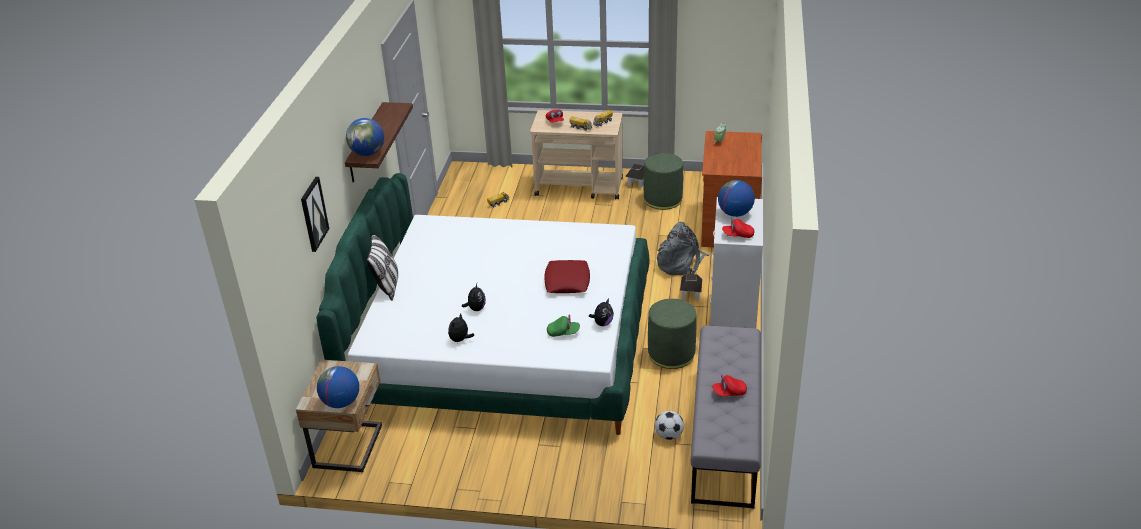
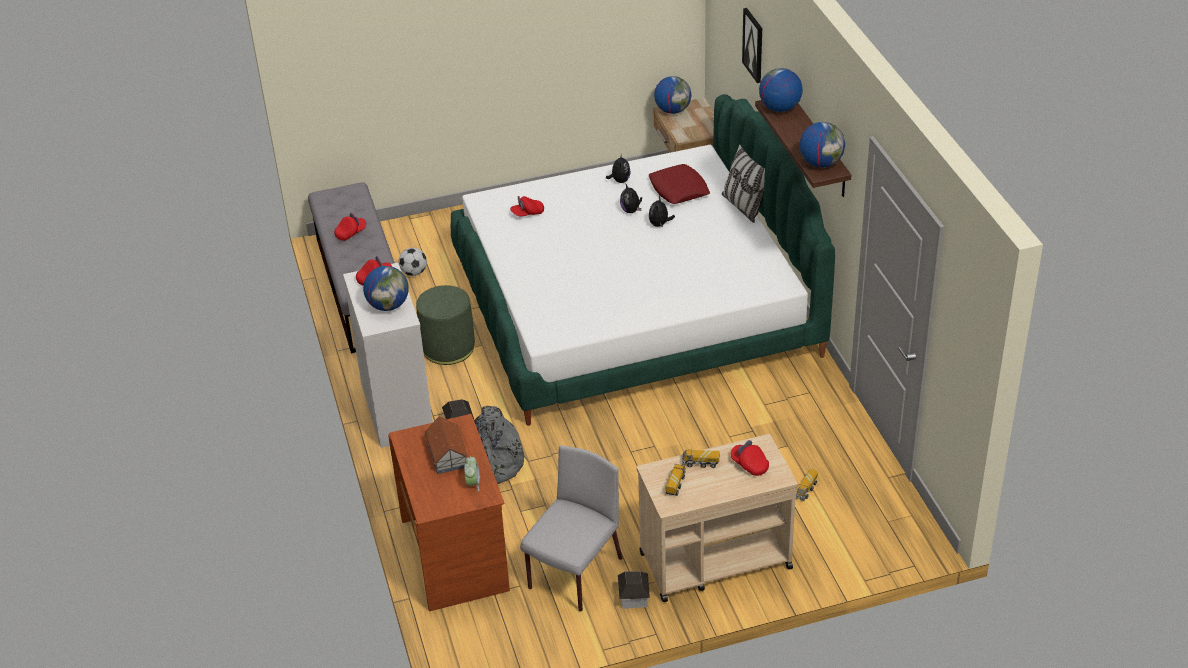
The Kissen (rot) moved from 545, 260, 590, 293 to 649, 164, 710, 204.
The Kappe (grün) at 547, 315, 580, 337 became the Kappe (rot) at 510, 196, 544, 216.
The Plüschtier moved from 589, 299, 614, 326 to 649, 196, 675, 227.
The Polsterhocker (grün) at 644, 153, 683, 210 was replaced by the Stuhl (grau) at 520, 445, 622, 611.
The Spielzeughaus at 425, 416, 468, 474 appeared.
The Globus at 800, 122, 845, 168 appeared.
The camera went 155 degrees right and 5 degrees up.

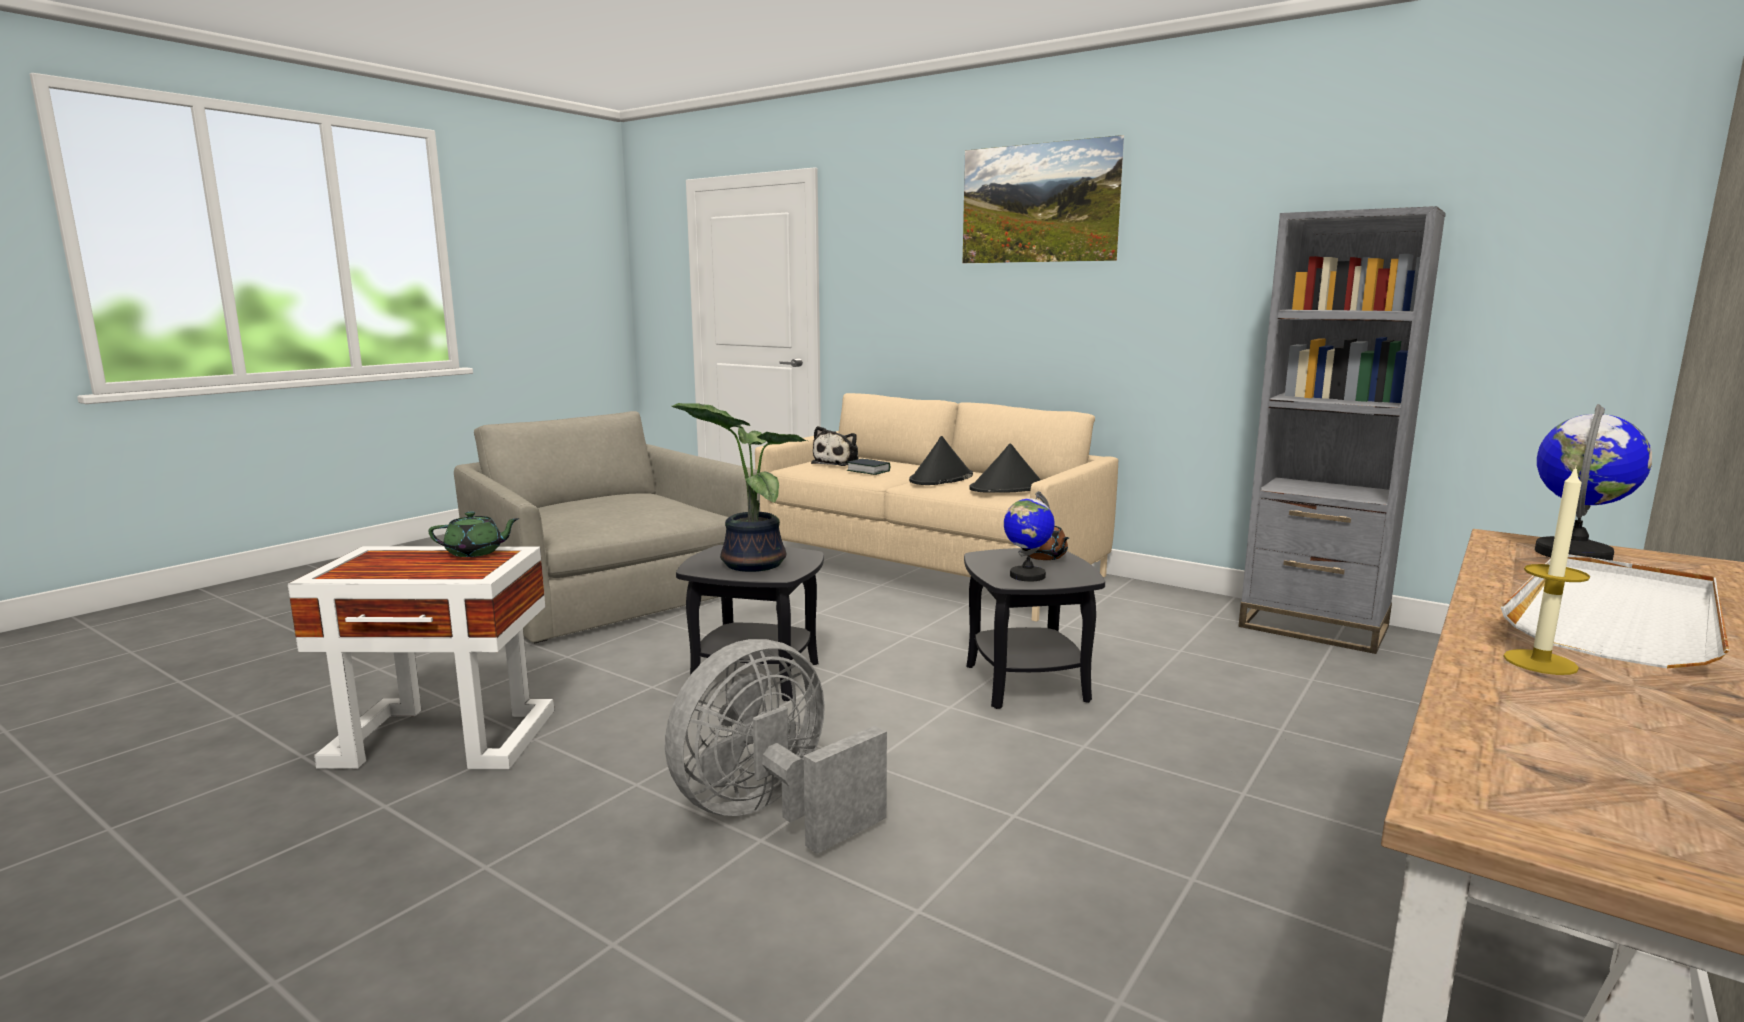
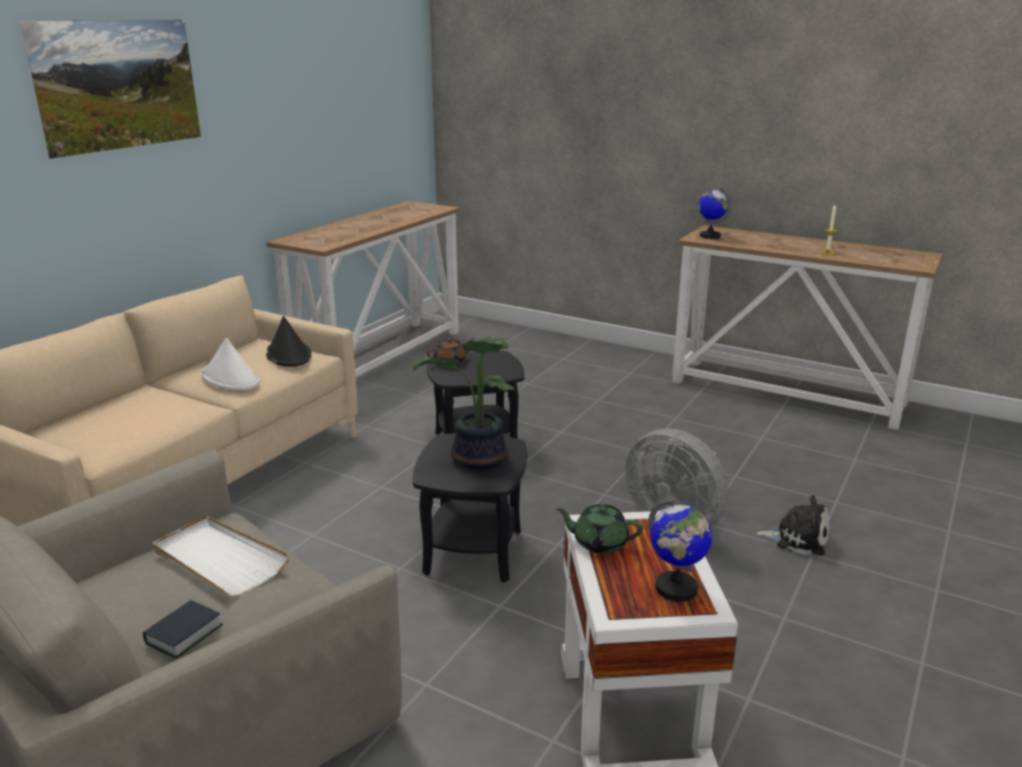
The Teekanne (grün) at 428, 511, 519, 557 turned 60 degrees counterclockwise.
The Plüschtier moved from 811, 426, 858, 466 to 756, 495, 830, 556.
The Buch moved from 847, 459, 890, 475 to 143, 600, 223, 658.
The Hut (schwarz) at 909, 436, 973, 485 became the Hut (weiß) at 202, 338, 260, 390.
The Globus moved from 1004, 491, 1055, 582 to 648, 497, 712, 602.
The Bücherregal (grau) at 1239, 206, 1446, 654 was replaced by the Konsolentisch at 266, 201, 460, 377.
The Tablett (weiß) moved from 1501, 554, 1729, 668 to 152, 516, 290, 596.
The camera went 95 degrees left and 10 degrees up.

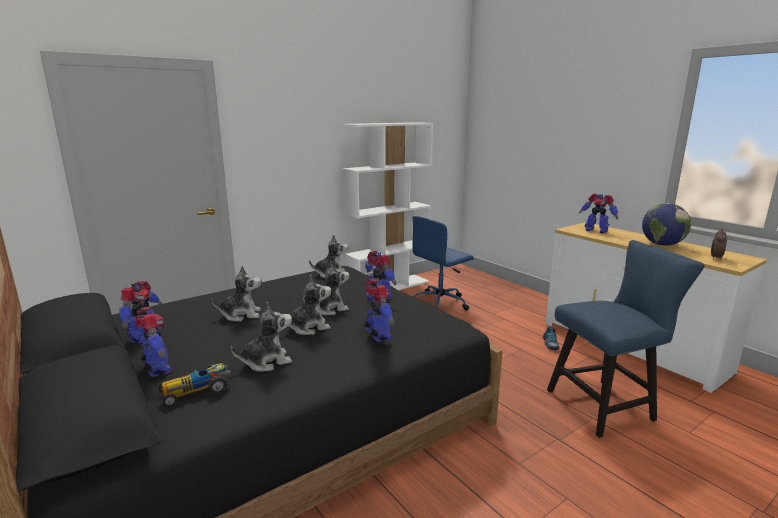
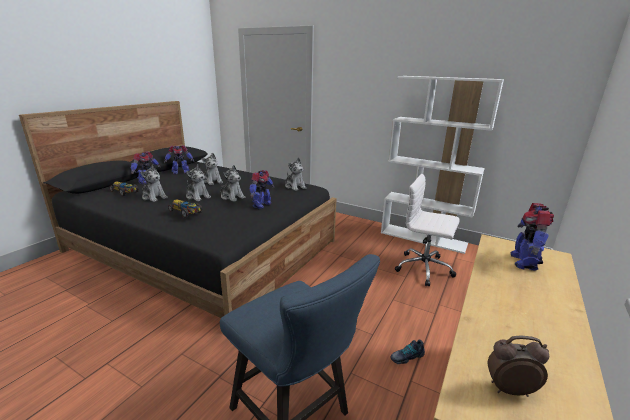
The Spielzeugroboter at 364, 279, 394, 342 was replaced by the Spielzeugauto at 168, 200, 202, 218.
The Bürostuhl (blau) at 412, 216, 474, 311 became the Bürostuhl (weiß) at 395, 174, 460, 286.
The Globus at 642, 203, 691, 246 disappeared.
The camera went 65 degrees right and 5 degrees up.

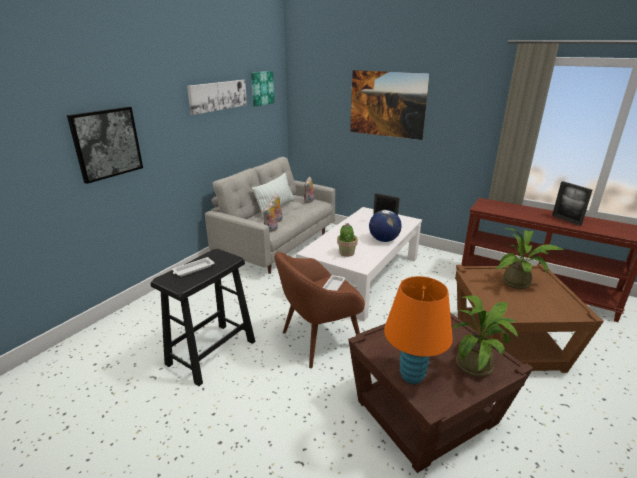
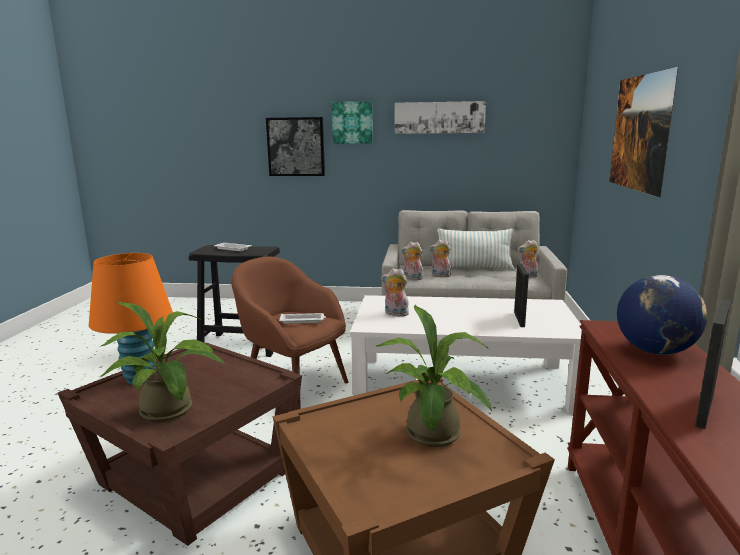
The Bild moved from 251, 71, 274, 107 to 332, 101, 373, 144.
The Topfpflanze at 337, 223, 358, 257 was replaced by the Plüschtier at 381, 268, 409, 316.
The Globus moved from 369, 210, 401, 242 to 617, 275, 707, 355.
The camera went 65 degrees right and 10 degrees down.

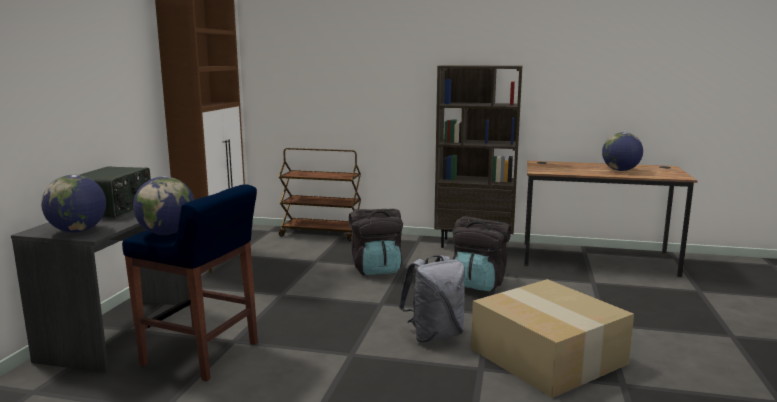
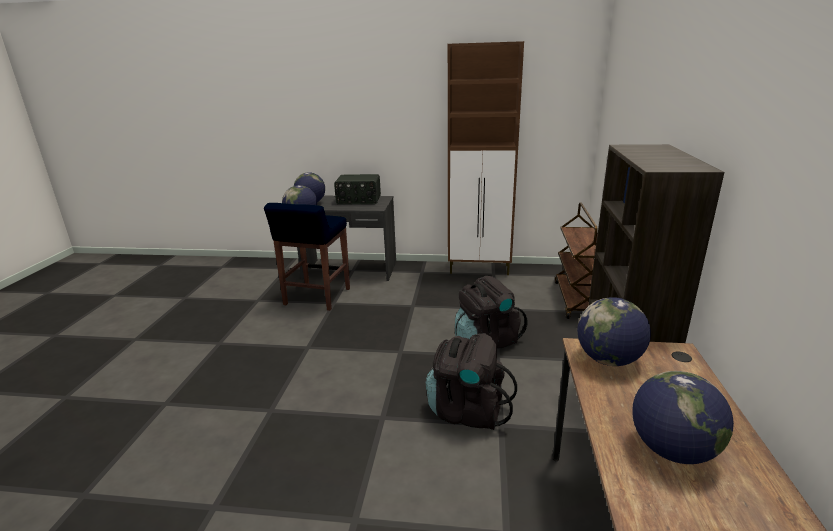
The Rucksack (grau) at 399, 255, 465, 343 disappeared.
The Karton at 471, 279, 634, 398 disappeared.
The Globus at 577, 297, 651, 366 appeared.
The camera went 85 degrees right and 10 degrees up.

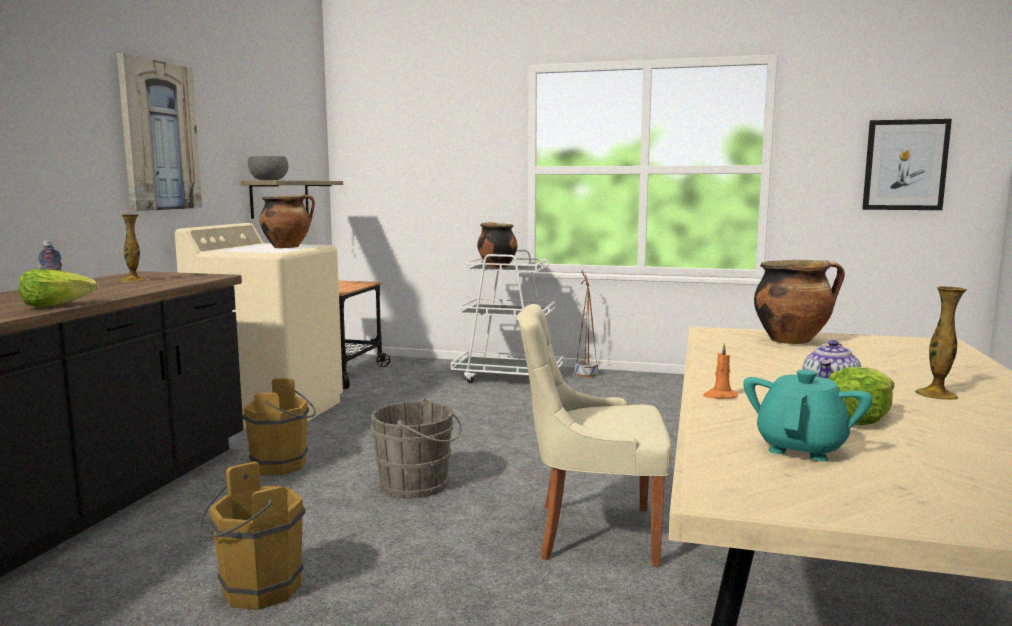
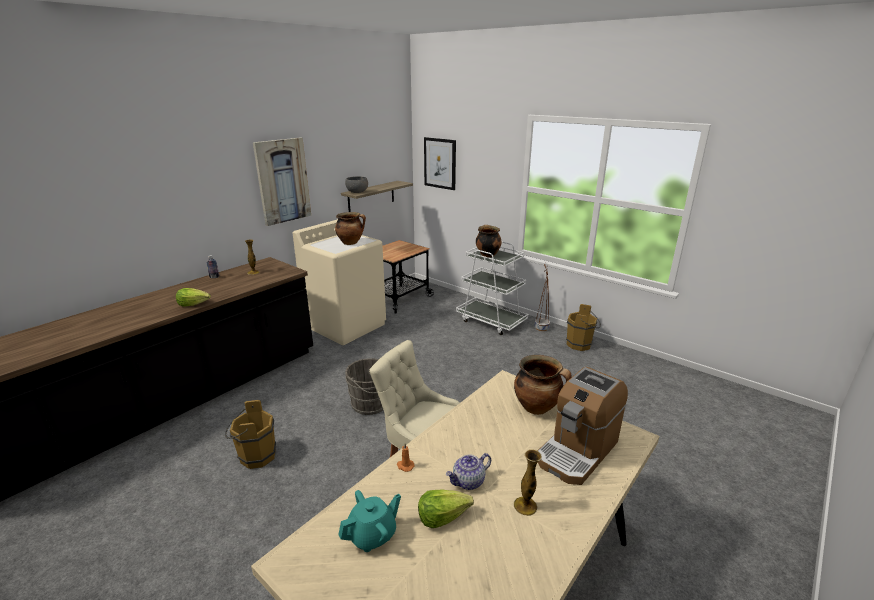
The Eimer (braun) moved from 243, 378, 316, 475 to 566, 304, 601, 351.
The Bild moved from 862, 119, 952, 210 to 424, 137, 456, 190.
The Kaffeemaschine at 538, 367, 628, 485 appeared.
The camera went 25 degrees right and 15 degrees up.

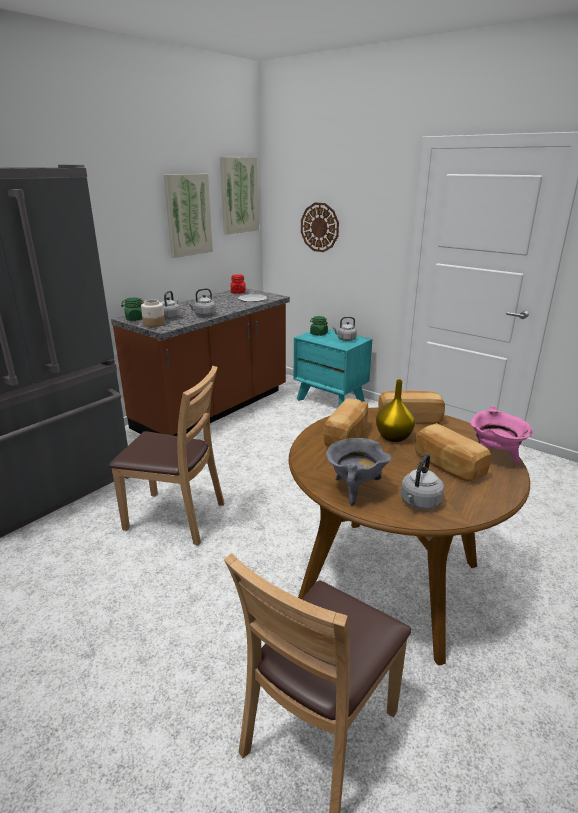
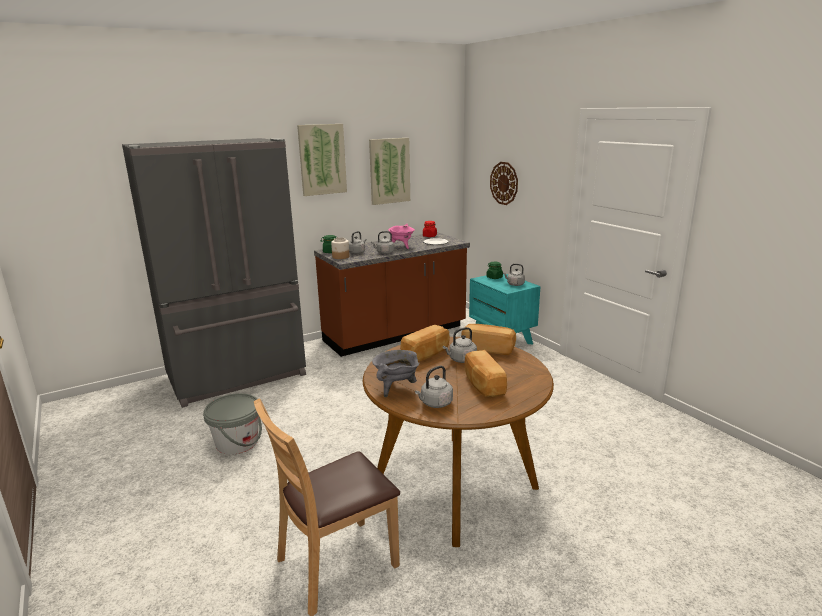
The Stuhl (braun) at 109, 366, 224, 546 disappeared.
The Bild moved from 220, 157, 259, 235 to 297, 124, 347, 196.
The Vase (gelb) at 376, 379, 415, 442 was replaced by the Wasserkessel (grau) at 443, 327, 477, 363.
The Kochtopf (rosa) moved from 471, 405, 533, 464 to 388, 224, 415, 249.
The Eimer (grau) at 203, 393, 262, 455 appeared.
The camera went 20 degrees right and 5 degrees down.

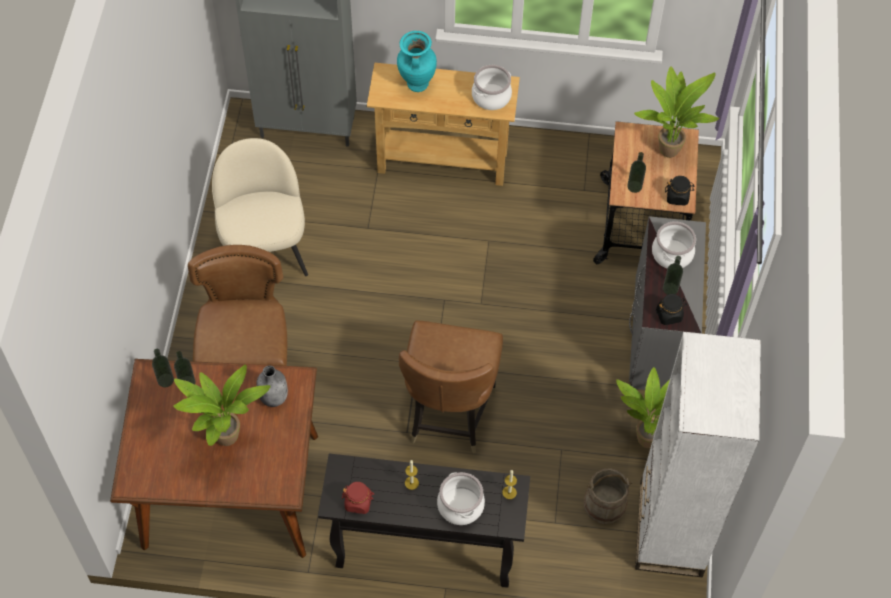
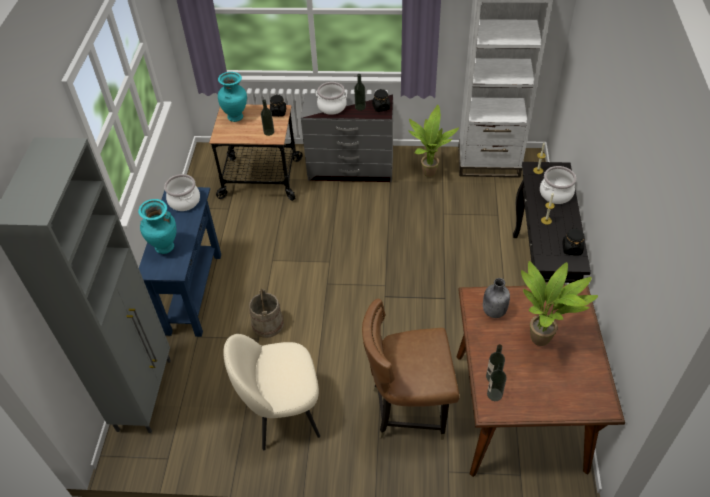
The Vorratsglas (rot) at 342, 482, 374, 514 became the Vorratsglas (schwarz) at 562, 228, 585, 255.
The Konsolentisch (beige) at 367, 63, 520, 186 became the Konsolentisch (blau) at 139, 187, 221, 337.
The Stuhl (braun) at 399, 321, 503, 453 disappeared.
The Eimer (beige) moved from 584, 468, 633, 524 to 249, 289, 284, 338.
The Topfpflanze at 634, 66, 720, 158 was replaced by the Vase (türkis) at 218, 72, 247, 122.
The camera went 90 degrees left and 10 degrees down.

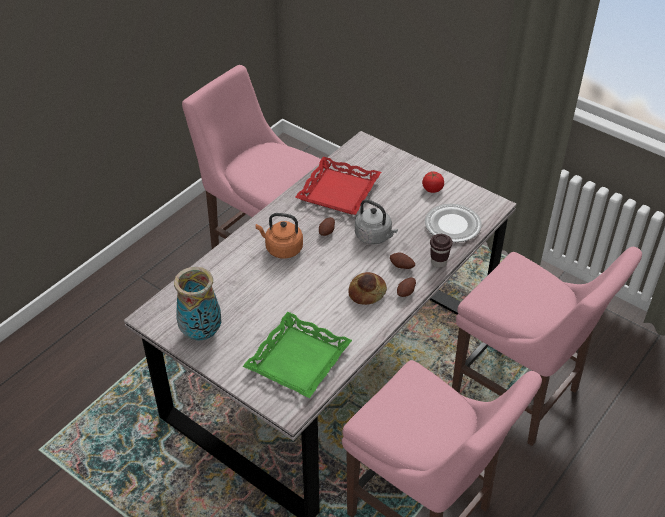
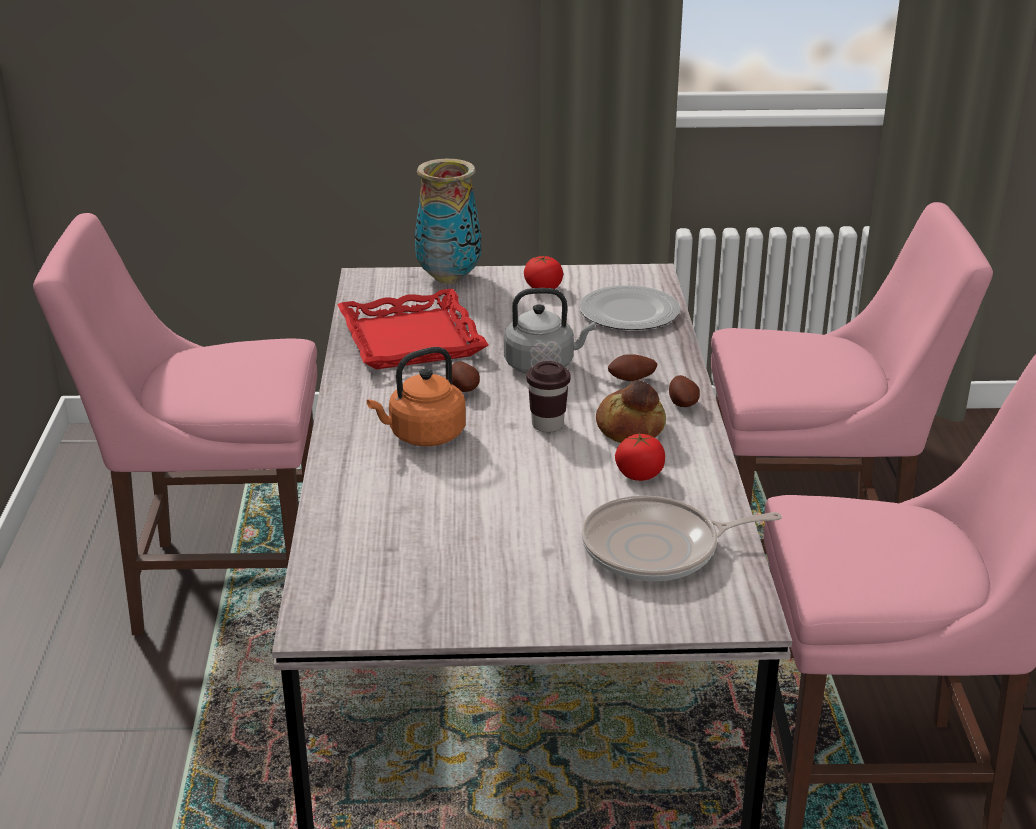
The Vase moved from 174, 267, 221, 341 to 415, 159, 481, 284.
The Tablett (grün) at 243, 312, 352, 398 was replaced by the Pfanne at 581, 495, 782, 581.
The Tasse (braun) moved from 430, 234, 453, 268 to 526, 361, 571, 432.
The Tomate at 615, 433, 665, 481 appeared.
The camera went 40 degrees left and 15 degrees down.

